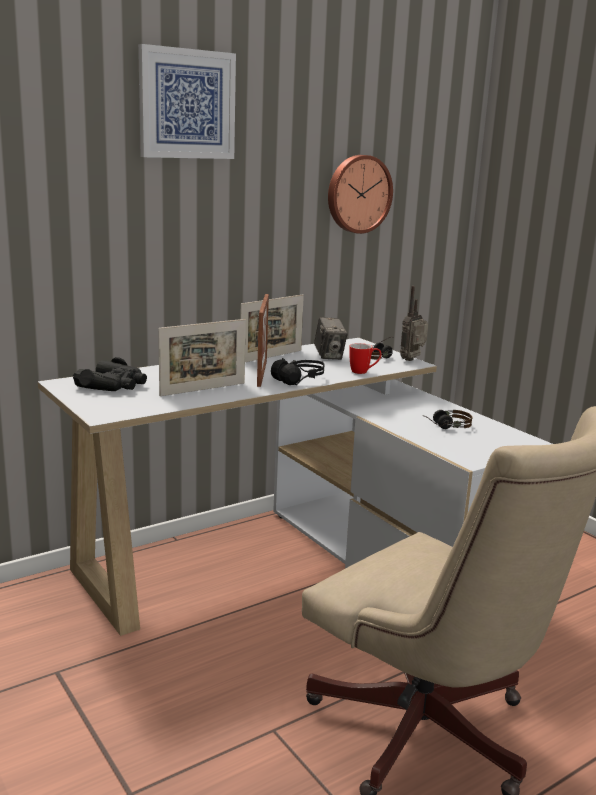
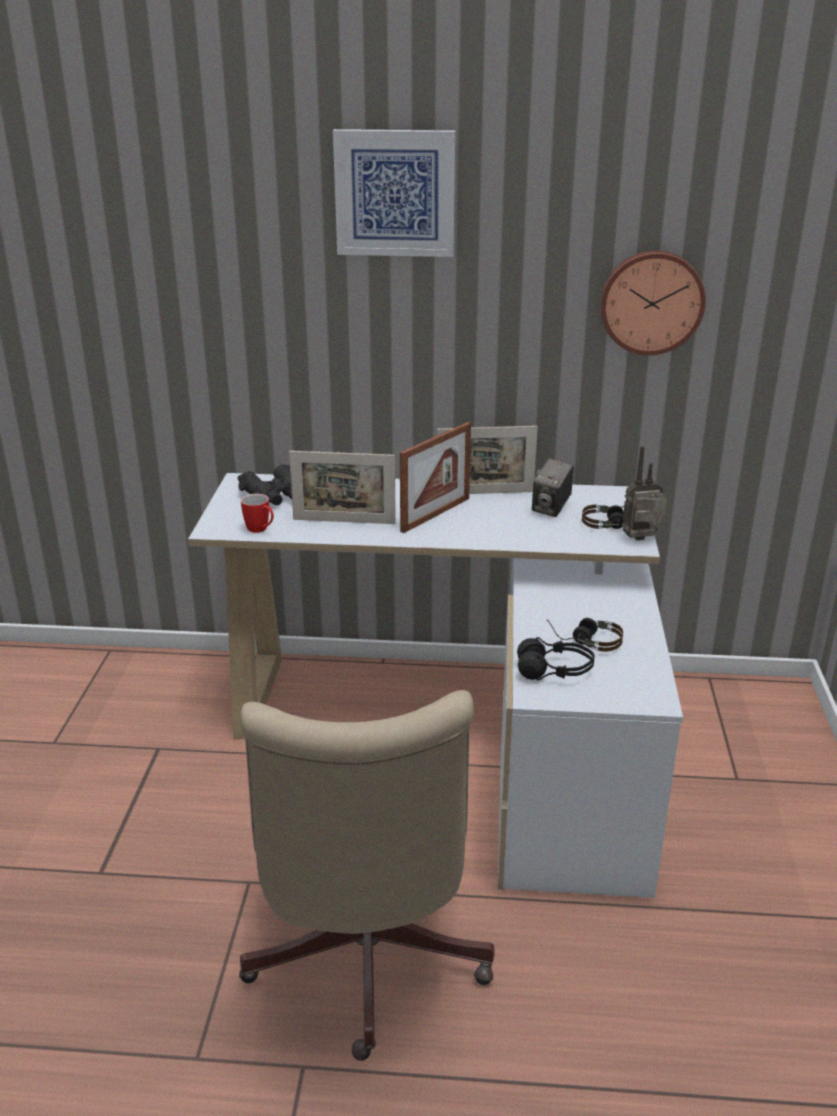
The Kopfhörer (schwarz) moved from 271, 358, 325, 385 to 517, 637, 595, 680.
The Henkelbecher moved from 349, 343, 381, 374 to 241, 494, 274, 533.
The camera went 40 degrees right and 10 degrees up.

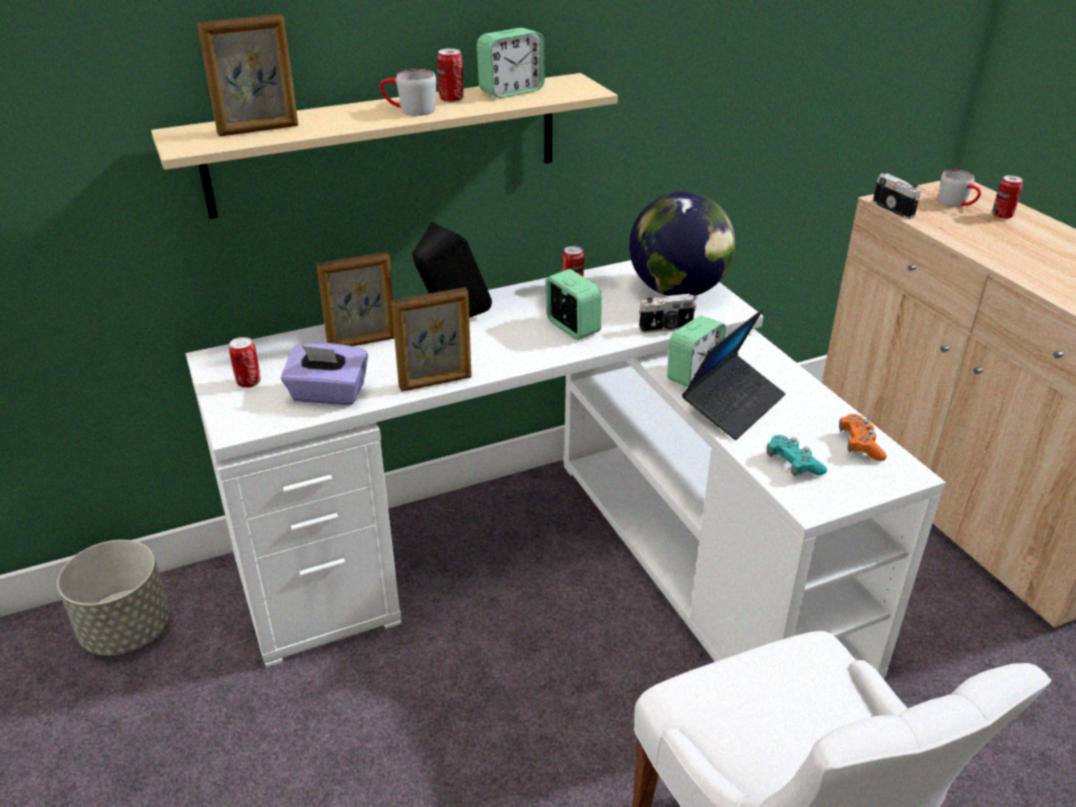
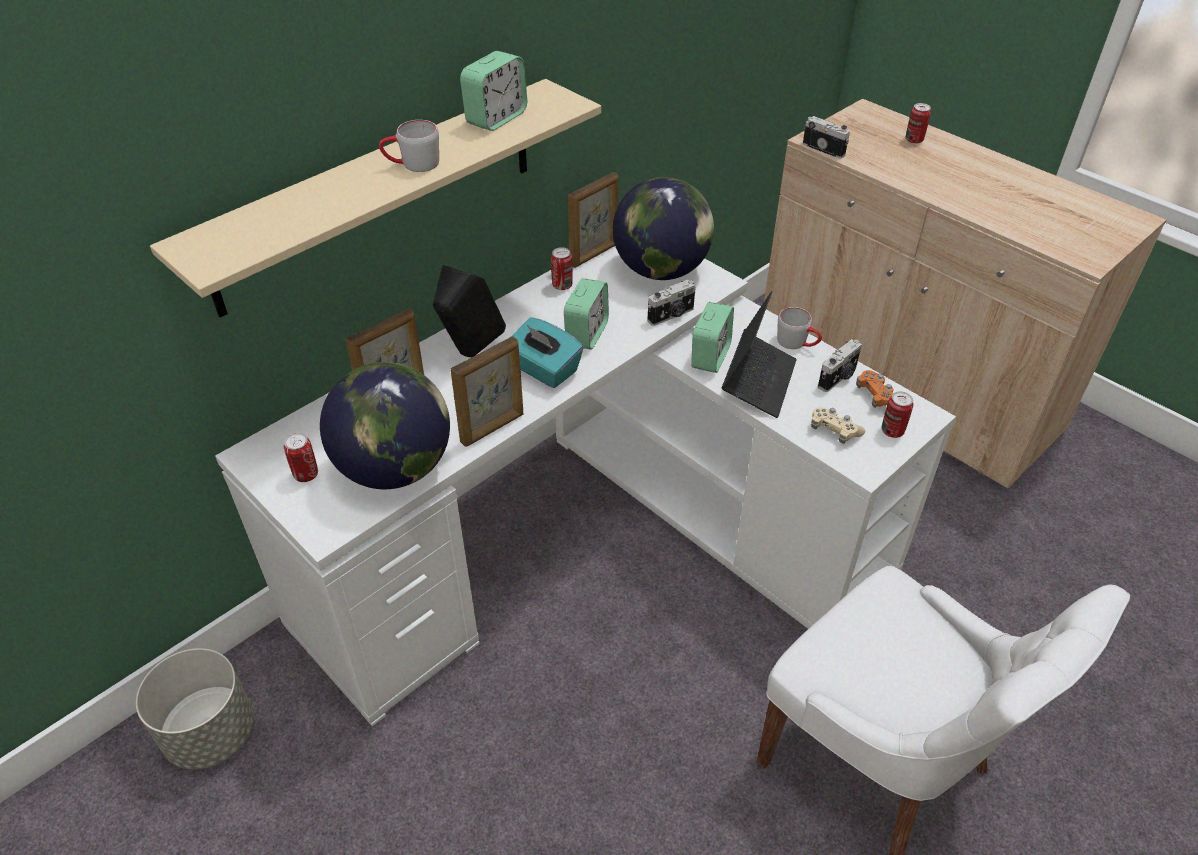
The Bilderrahmen moved from 197, 14, 298, 137 to 568, 172, 618, 268.
The Taschentuchbox (lila) at 281, 343, 368, 405 was replaced by the Globus at 320, 362, 450, 489.
The Dose moved from 437, 48, 464, 102 to 882, 391, 914, 438.
The Wecker at 545, 269, 602, 340 turned 75 degrees clockwise.
The Gamepad (türkis) at 767, 435, 827, 476 became the Gamepad (beige) at 811, 407, 865, 444.
The Henkelbecher (grau) moved from 938, 170, 981, 207 to 777, 307, 822, 349.
The Taschentuchbox (türkis) at 511, 318, 584, 388 appeared.
The Kamera at 818, 339, 862, 392 appeared.
The camera went 20 degrees left and 10 degrees up.

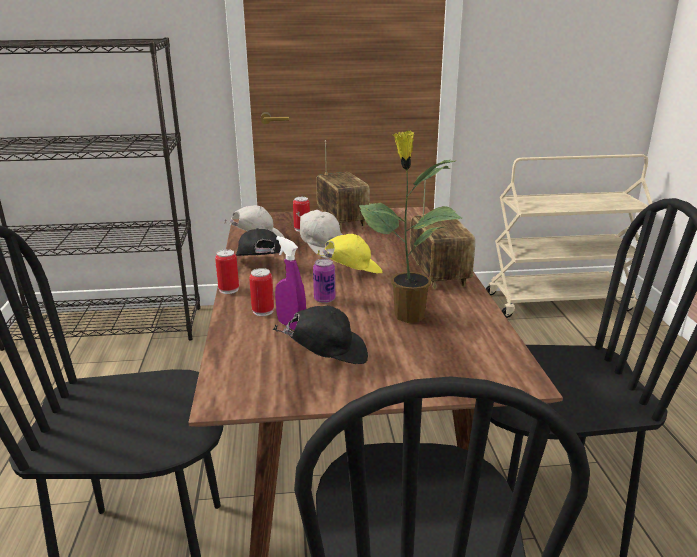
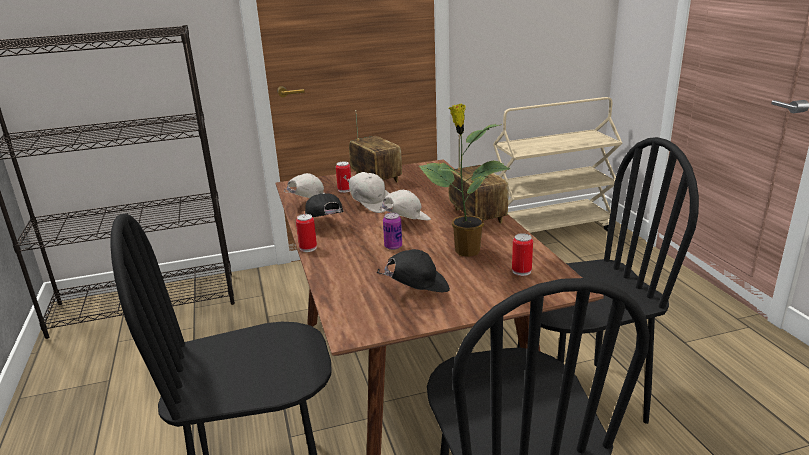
The Dose moved from 249, 268, 274, 316 to 512, 233, 533, 276.
The Sprühflasche (lila) at 275, 236, 306, 330 disappeared.
The Kappe (gelb) at 318, 234, 383, 273 became the Kappe (weiß) at 379, 190, 431, 221.
The camera went 10 degrees left and 0 degrees up.

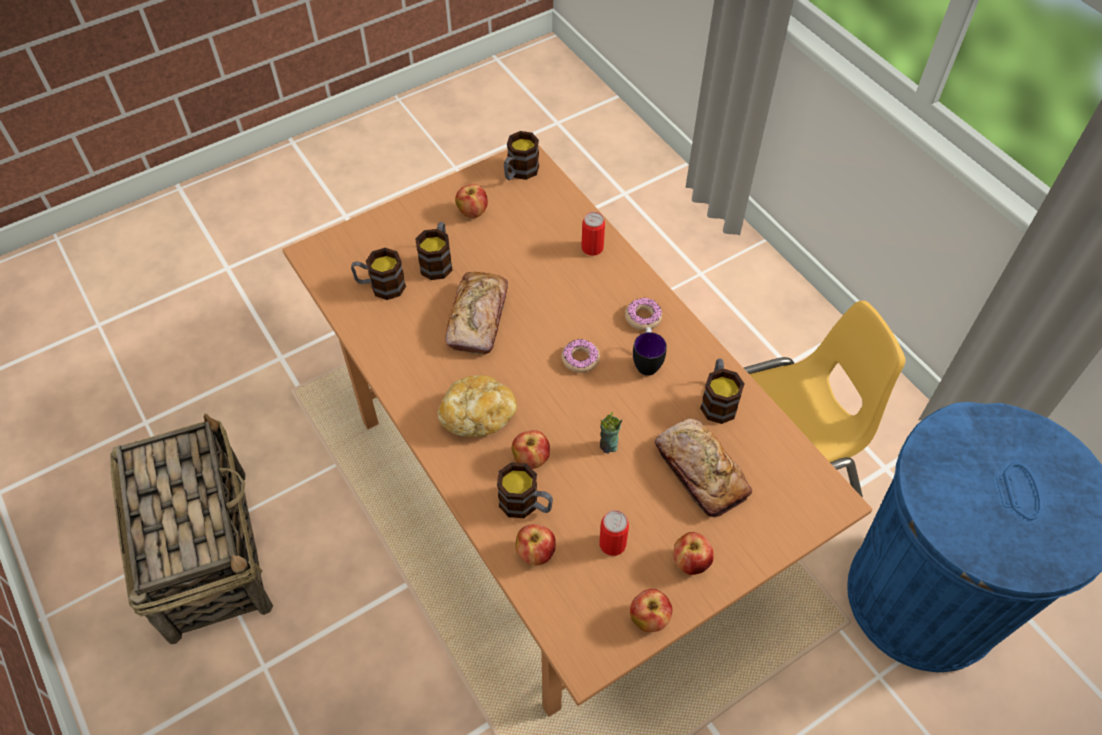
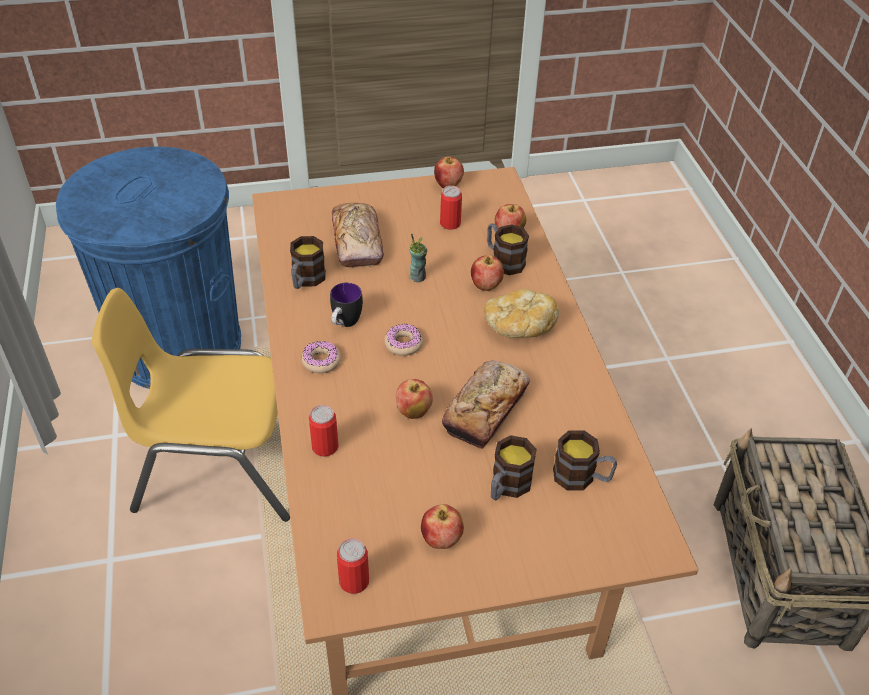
The Henkelbecher at 504, 131, 539, 180 was replaced by the Dose at 337, 538, 369, 594.
The Apfel moved from 673, 532, 714, 575 to 396, 379, 433, 419.
The camera went 160 degrees left and 10 degrees down.

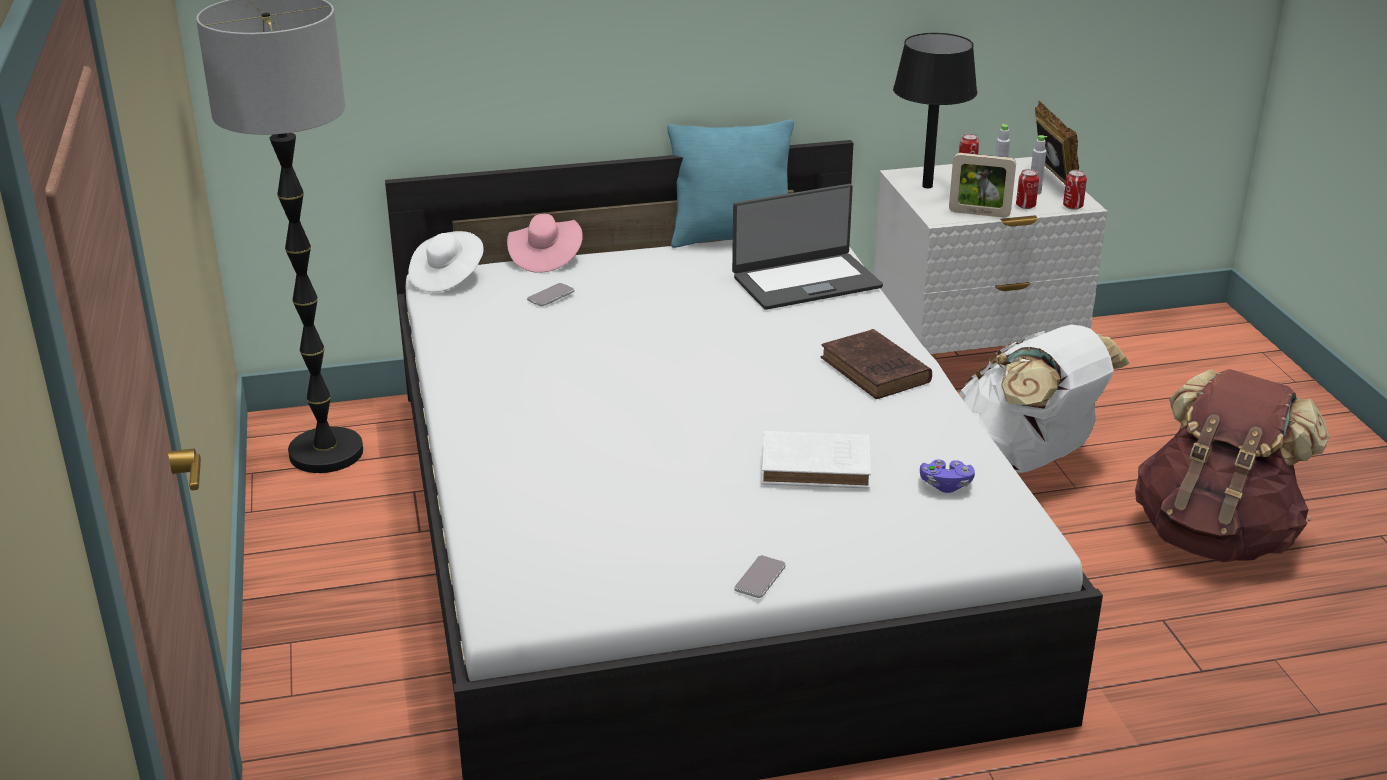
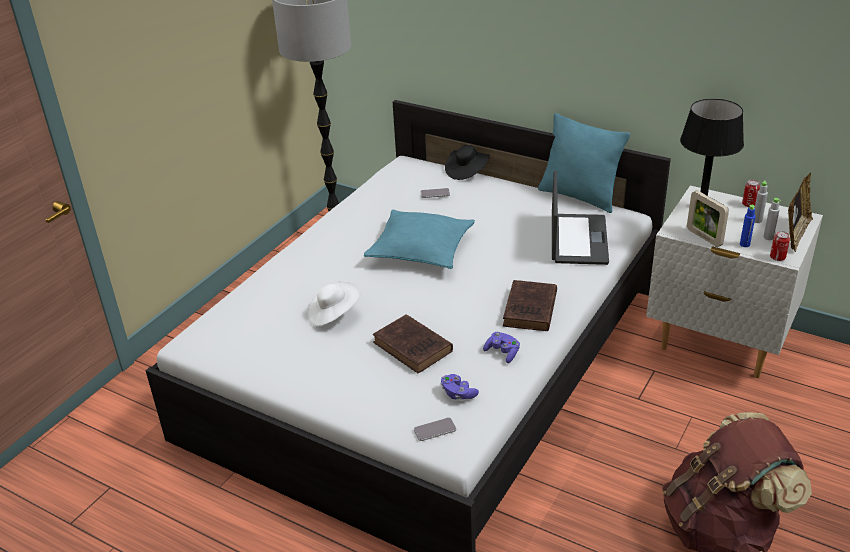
The Hut (weiß) moved from 409, 231, 484, 292 to 307, 281, 361, 326.
The Hut (rosa) at 507, 214, 583, 273 became the Hut (schwarz) at 445, 145, 490, 180.
The Laptop at 732, 184, 883, 310 turned 105 degrees counterclockwise.
The Handy moved from 734, 555, 786, 598 to 414, 417, 456, 441.
The Buch (weiß) at 762, 431, 871, 489 became the Buch (braun) at 373, 314, 453, 373.
The Rucksack (weiß) at 960, 325, 1130, 473 disappeared.
The Dose at 1016, 169, 1039, 209 was replaced by the Flasche (blau) at 740, 205, 756, 247.
The Kissen (türkis) at 364, 210, 475, 269 appeared.
The Gamepad (lila) at 483, 332, 520, 363 appeared.
The camera went 45 degrees right and 5 degrees up.

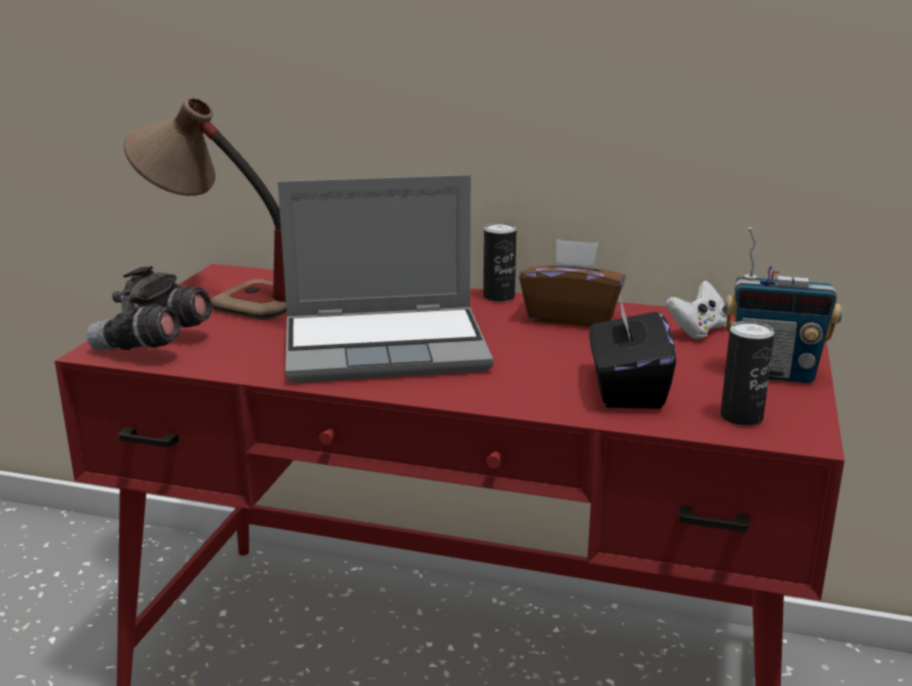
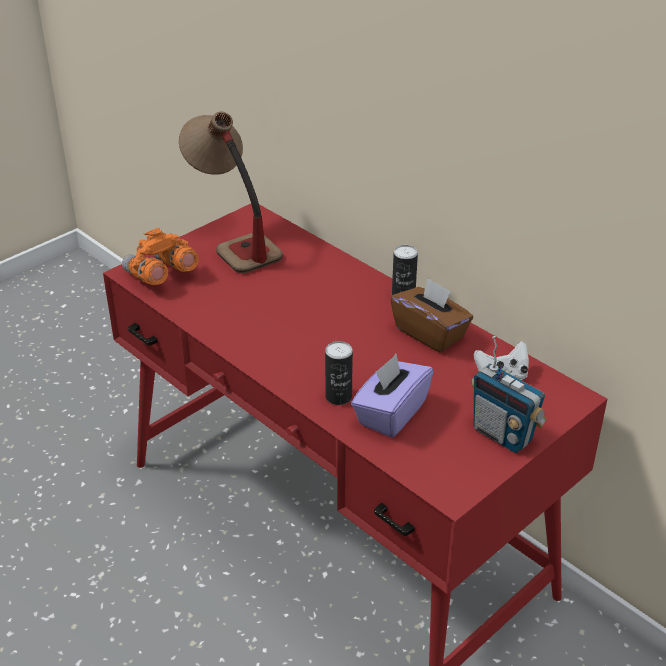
The Fernglas (grau) at 87, 266, 212, 350 became the Fernglas (orange) at 122, 228, 199, 285.
The Laptop at 278, 175, 493, 383 disappeared.
The Taschentuchbox (schwarz) at 589, 297, 676, 409 became the Taschentuchbox (lila) at 351, 354, 434, 438.
The Dose moved from 720, 321, 774, 426 to 325, 341, 353, 405.
The camera went 30 degrees right and 15 degrees up.

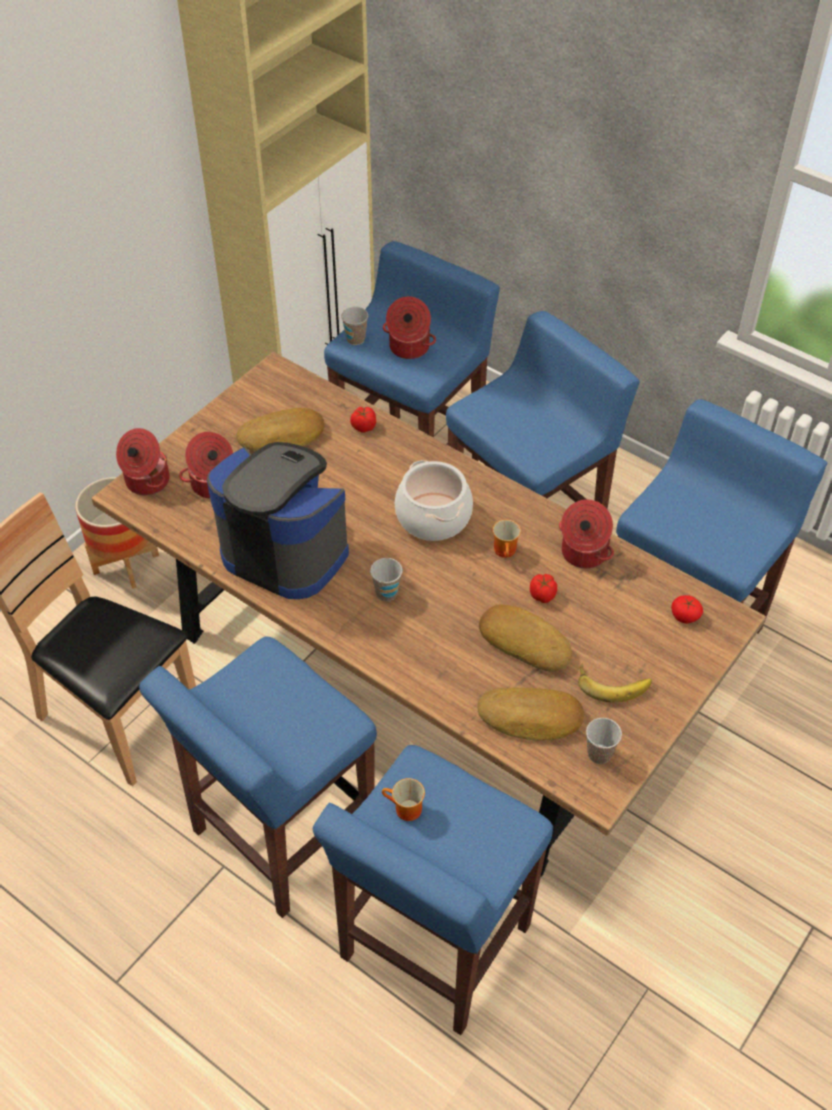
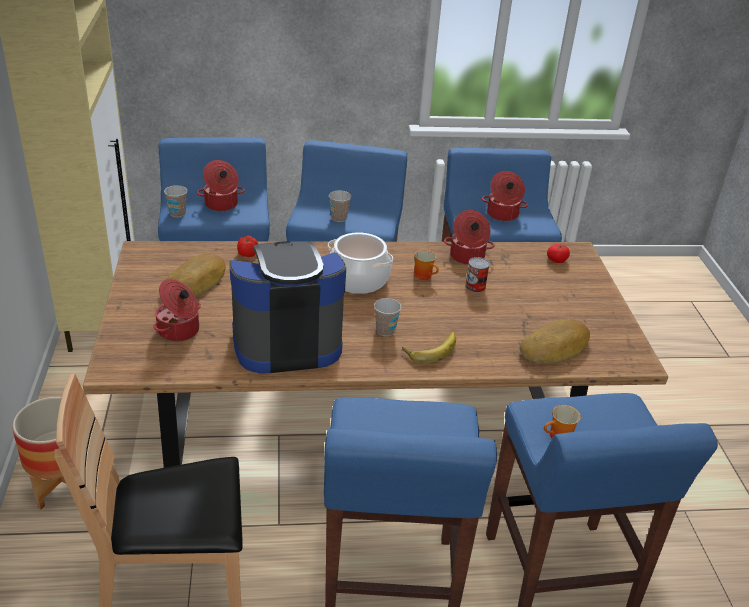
The Kochtopf moved from 116, 428, 170, 495 to 482, 171, 528, 221.
The Brot at 479, 605, 572, 672 disappeared.
The Tomate at 530, 574, 557, 603 was replaced by the Dose at 465, 257, 490, 293.
The Banane moved from 578, 663, 652, 703 to 402, 332, 456, 364.
The Tasse moved from 586, 718, 622, 764 to 329, 190, 351, 222.
The camera went 45 degrees left and 15 degrees down.

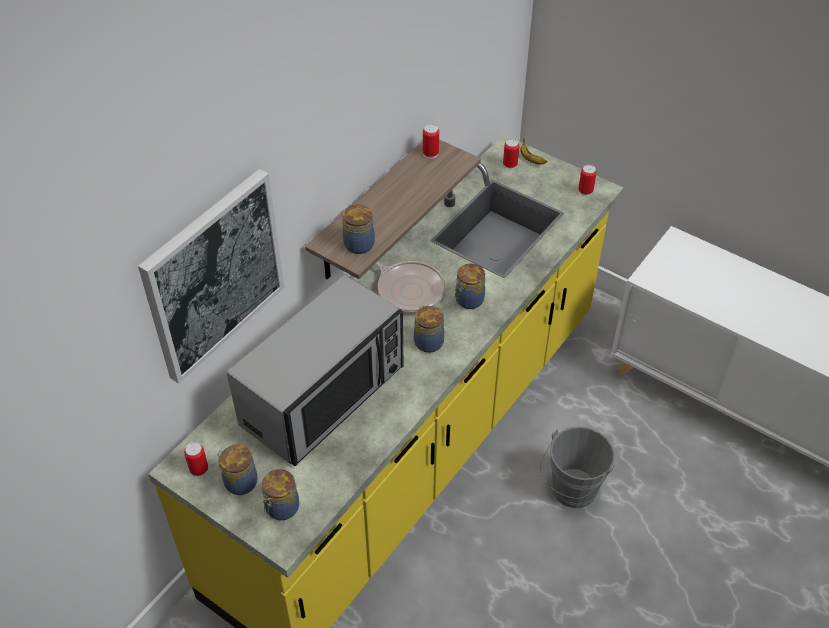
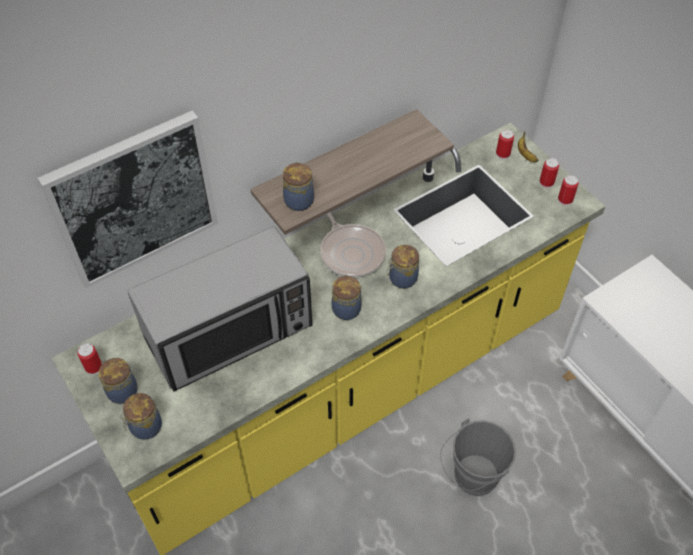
The Dose moved from 423, 124, 439, 159 to 540, 158, 559, 188.
The camera went 20 degrees right and 5 degrees up.

